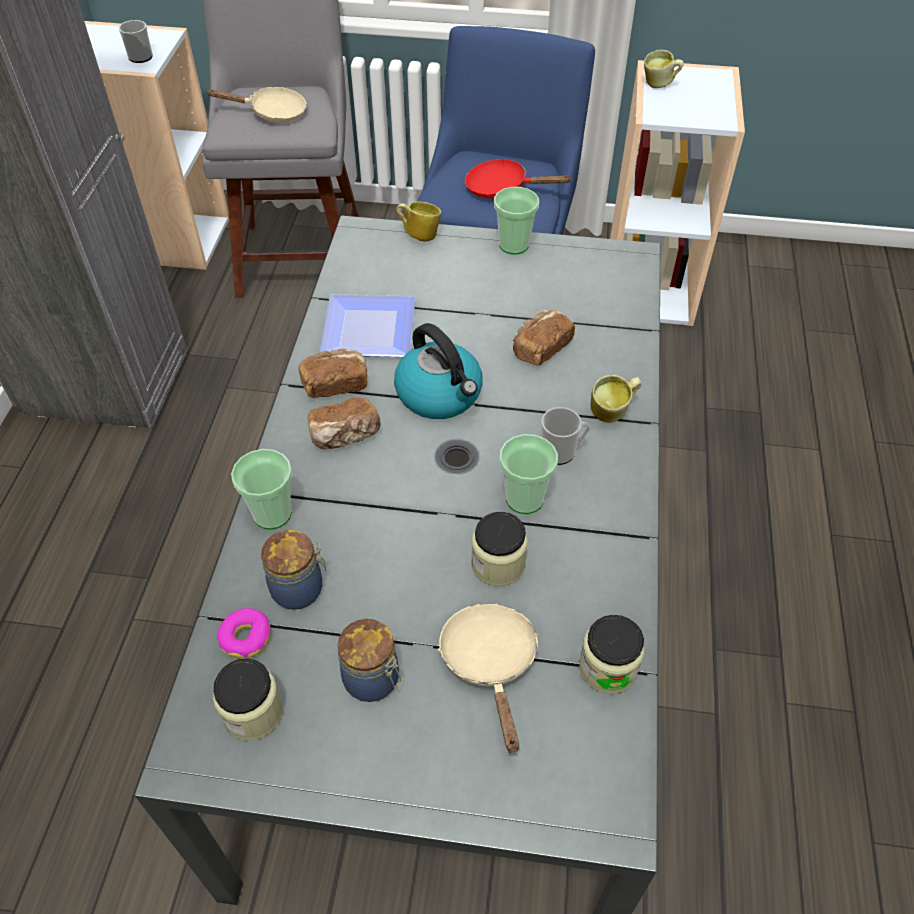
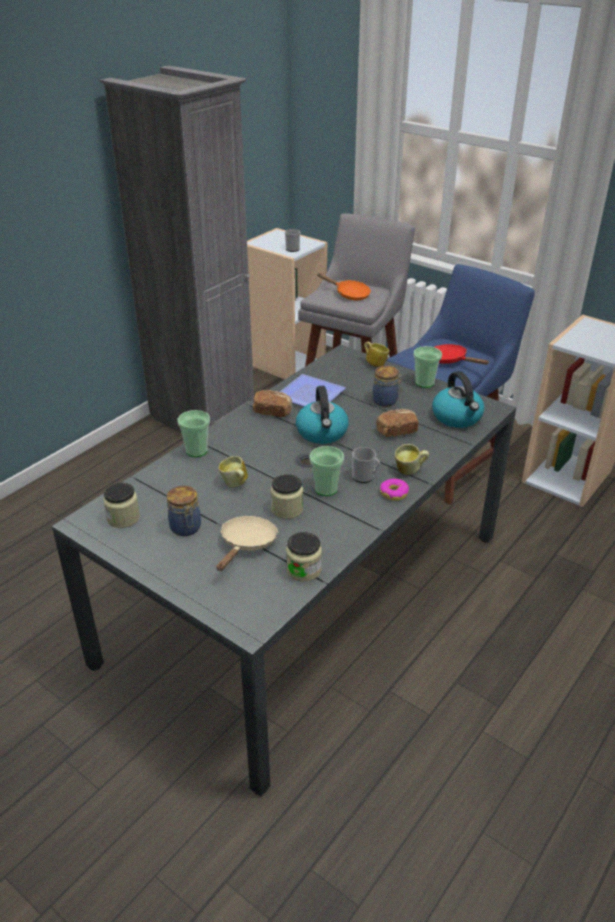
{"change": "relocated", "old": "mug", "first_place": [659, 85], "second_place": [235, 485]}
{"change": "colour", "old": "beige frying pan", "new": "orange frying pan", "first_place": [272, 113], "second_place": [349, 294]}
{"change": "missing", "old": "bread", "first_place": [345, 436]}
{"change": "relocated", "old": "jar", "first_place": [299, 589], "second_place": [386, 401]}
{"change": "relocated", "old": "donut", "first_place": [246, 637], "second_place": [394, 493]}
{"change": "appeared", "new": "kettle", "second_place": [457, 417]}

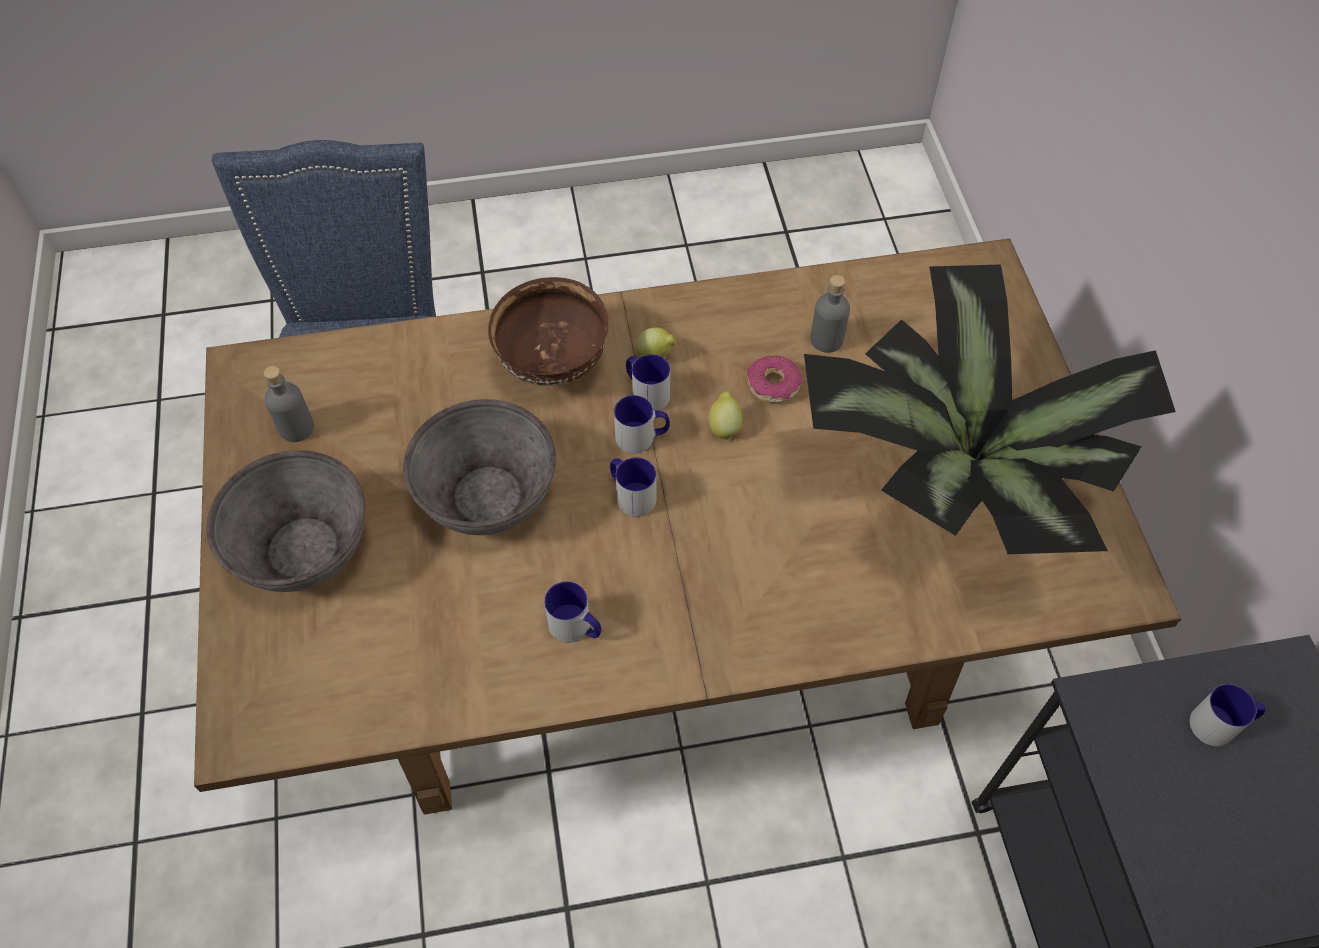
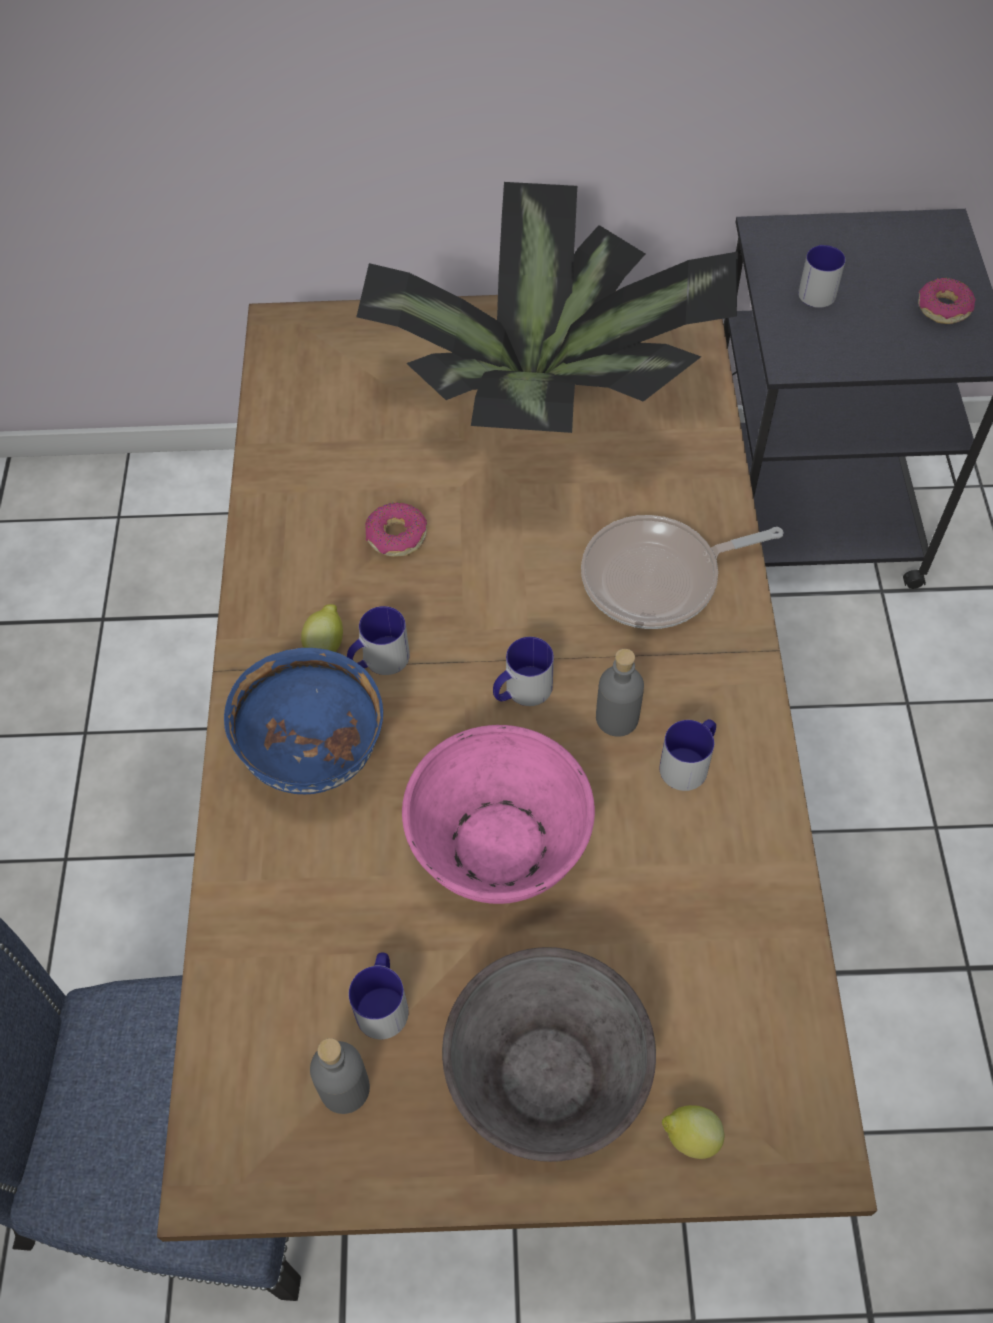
{"change": "relocated", "old": "grey bottle", "first_place": [826, 340], "second_place": [617, 718]}
{"change": "colour", "old": "brown bowl", "new": "blue bowl", "first_place": [554, 366], "second_place": [315, 754]}
{"change": "relocated", "old": "lemon", "first_place": [724, 426], "second_place": [689, 1137]}
{"change": "relocated", "old": "mug", "first_place": [642, 437], "second_place": [383, 1002]}
{"change": "colour", "old": "grey bowl", "new": "pink bowl", "first_place": [488, 496], "second_place": [499, 844]}
{"change": "appeared", "new": "donut", "second_place": [943, 308]}
{"change": "appeared", "new": "frying pan", "second_place": [658, 578]}

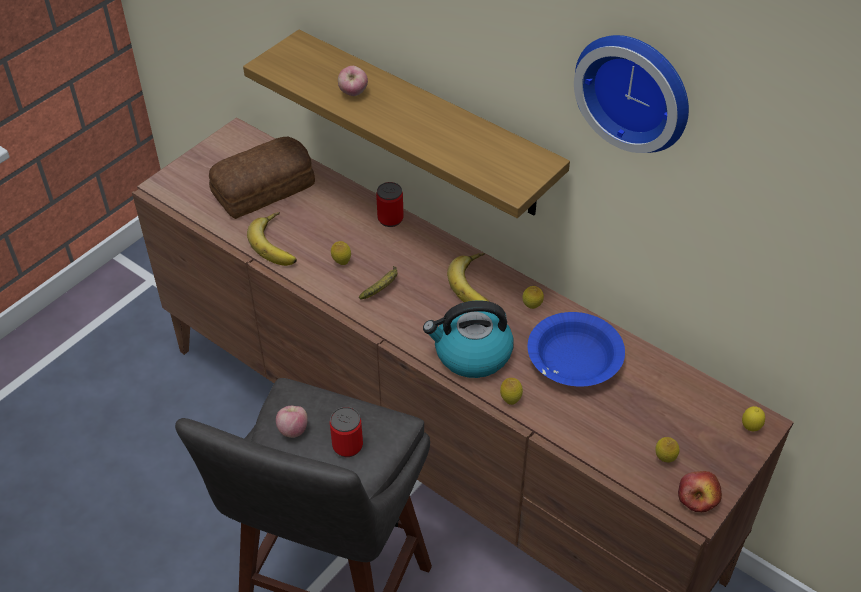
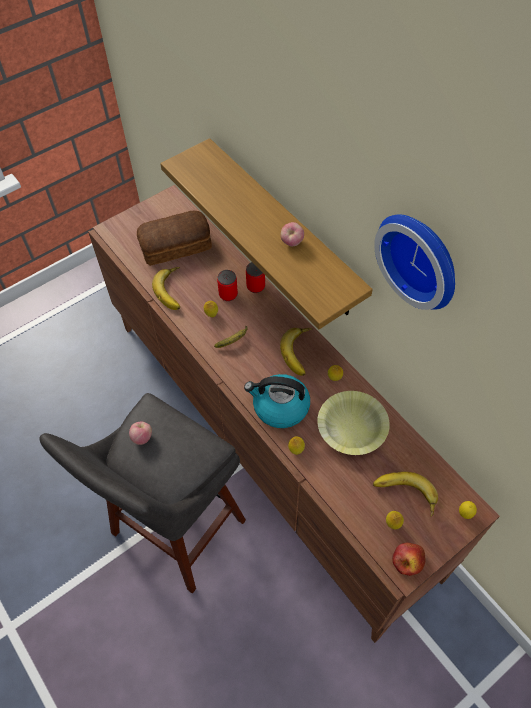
{"change": "relocated", "old": "apple", "first_place": [353, 93], "second_place": [292, 242]}
{"change": "colour", "old": "blue bowl", "new": "yellow bowl", "first_place": [574, 360], "second_place": [351, 428]}
{"change": "relocated", "old": "can", "first_place": [347, 446], "second_place": [228, 294]}
{"change": "appeared", "new": "banana", "second_place": [404, 495]}

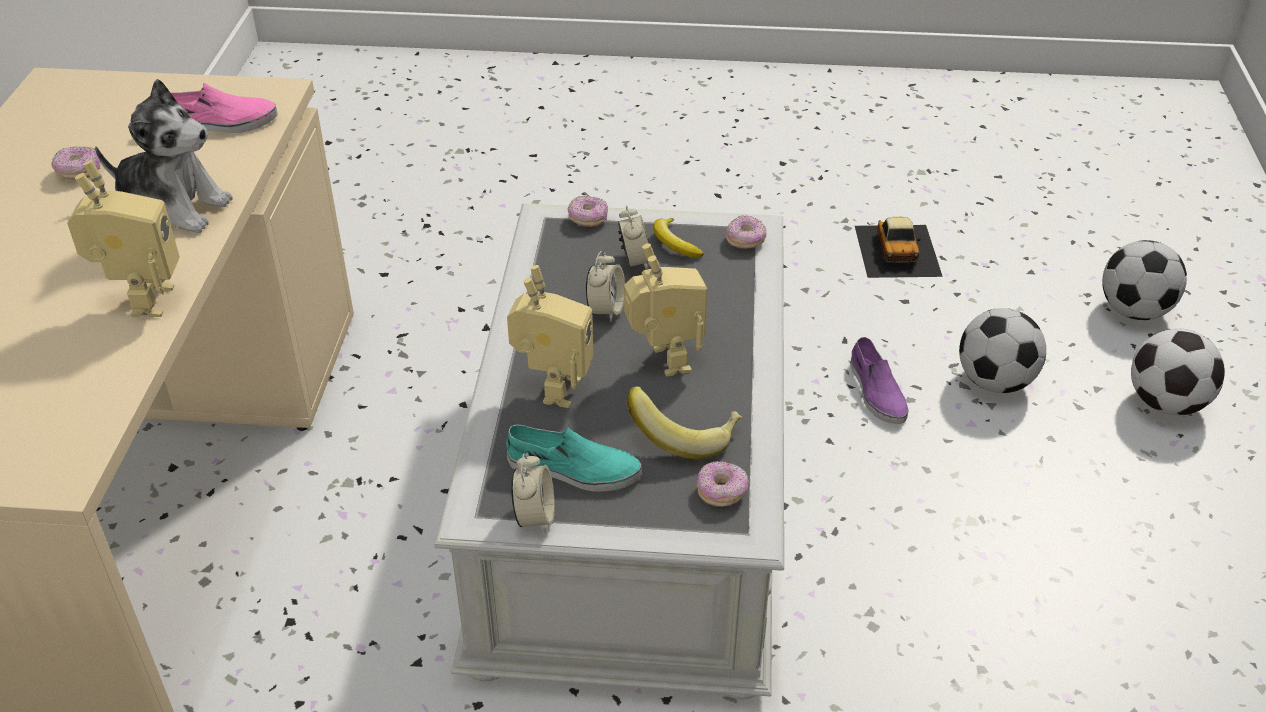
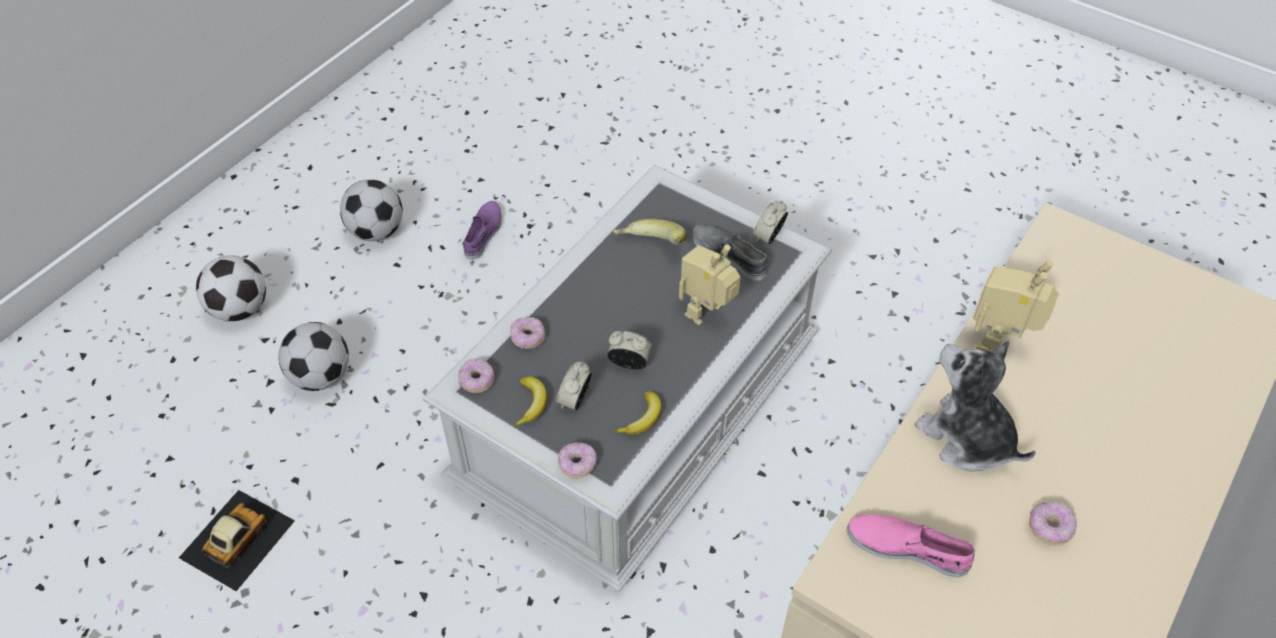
{"change": "relocated", "old": "football", "first_place": [1134, 310], "second_place": [376, 232]}
{"change": "missing", "old": "toy robot", "first_place": [663, 361]}
{"change": "spun", "old": "alarm clock", "first_place": [606, 310], "second_place": [629, 363], "degrees": 60}
{"change": "relocated", "old": "purple shoe", "first_place": [876, 392], "second_place": [483, 233]}
{"change": "colour", "old": "turquoise shoe", "new": "grey shoe", "first_place": [573, 470], "second_place": [729, 255]}
{"change": "relocated", "old": "donut", "first_place": [721, 492], "second_place": [528, 338]}
{"change": "appeared", "new": "banana", "second_place": [642, 419]}

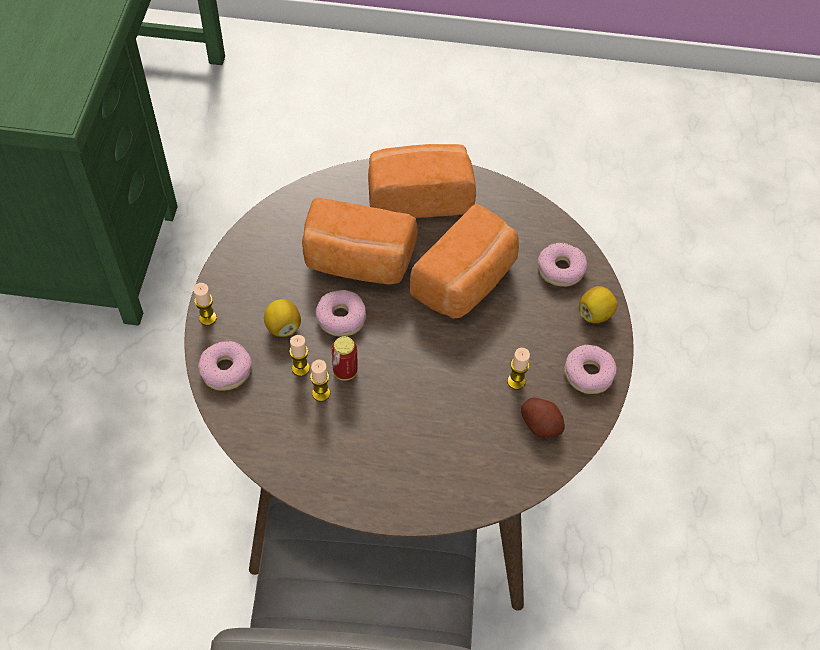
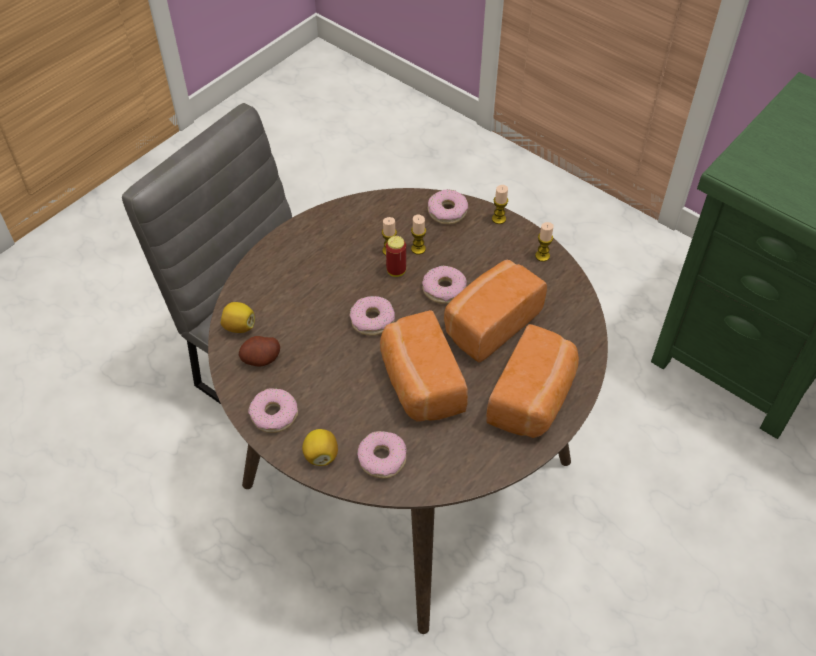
{"change": "relocated", "old": "lemon", "first_place": [283, 327], "second_place": [239, 326]}
{"change": "relocated", "old": "candle", "first_place": [516, 381], "second_place": [542, 256]}
{"change": "appeared", "new": "donut", "second_place": [372, 320]}

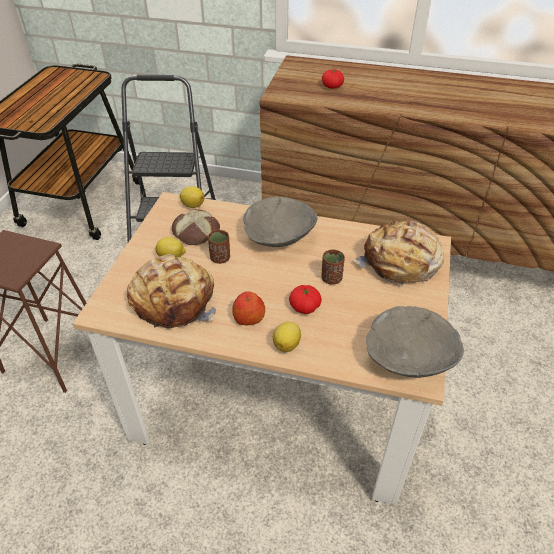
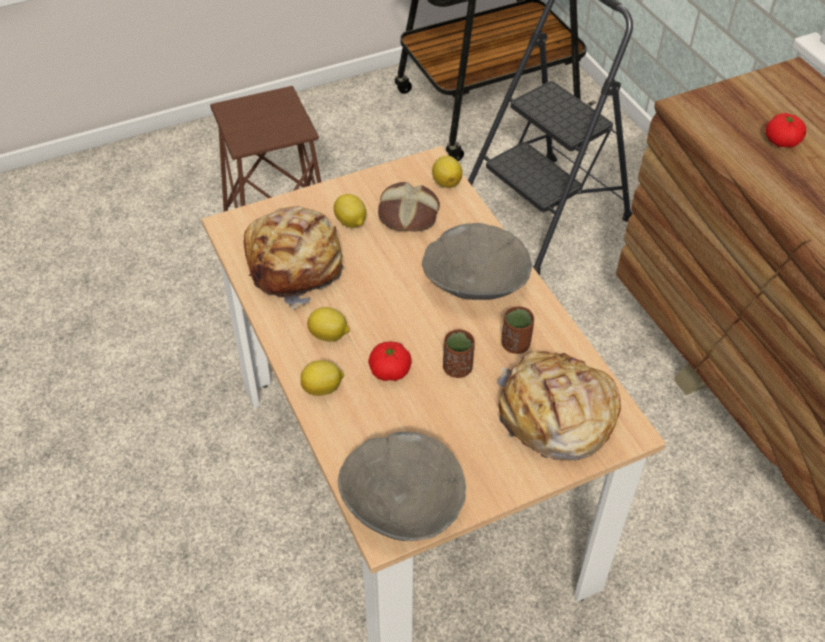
{"change": "relocated", "old": "brown cup", "first_place": [220, 258], "second_place": [515, 344]}
{"change": "exchanged", "old": "apple", "new": "lemon", "first_place": [249, 318], "second_place": [329, 336]}

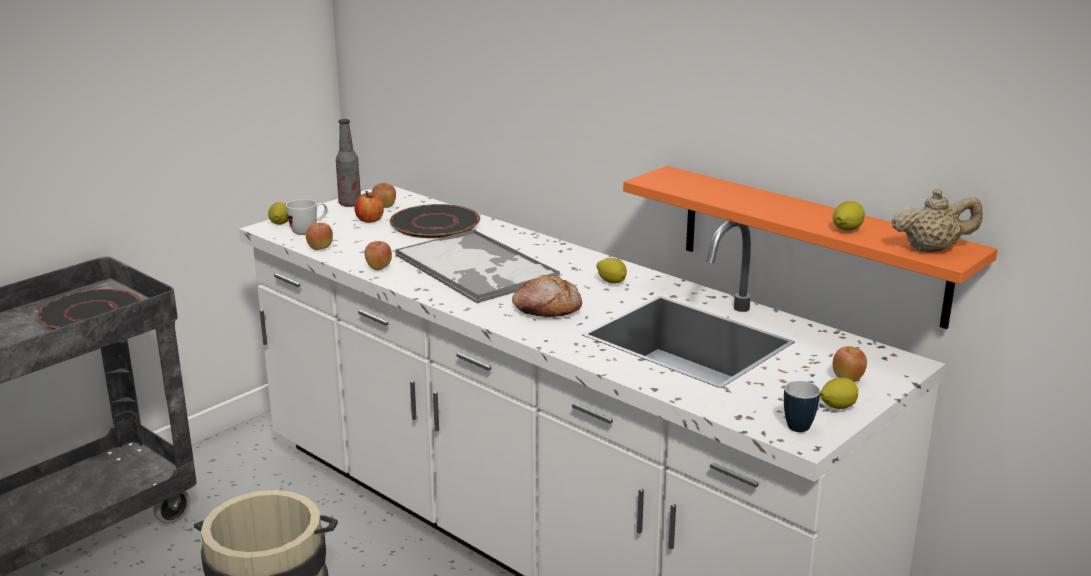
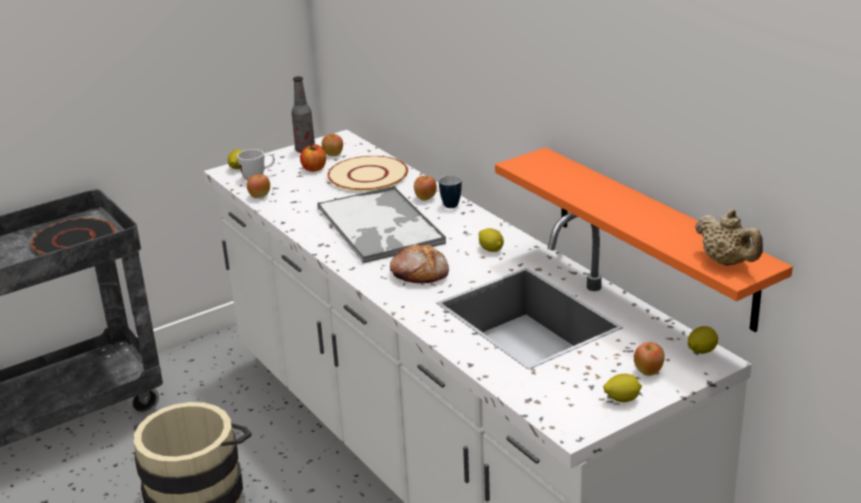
{"change": "spun", "old": "beige teapot", "first_place": [932, 249], "second_place": [727, 262], "degrees": 45}
{"change": "relocated", "old": "lemon", "first_place": [846, 230], "second_place": [701, 351]}
{"change": "colour", "old": "black plate", "new": "beige plate", "first_place": [434, 223], "second_place": [367, 175]}
{"change": "relocated", "old": "apple", "first_place": [378, 268], "second_place": [425, 198]}
{"change": "relocated", "old": "mug", "first_place": [798, 424], "second_place": [452, 204]}

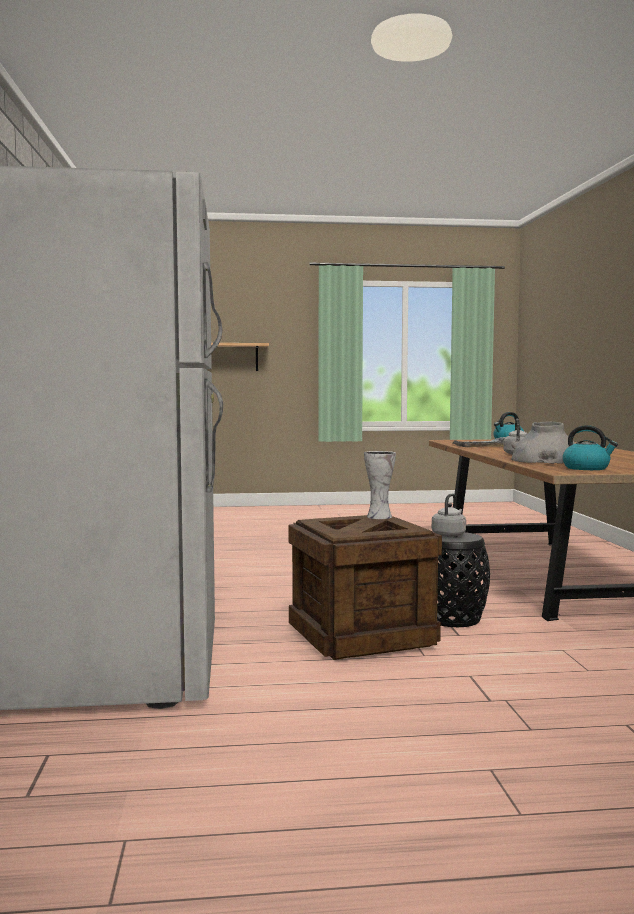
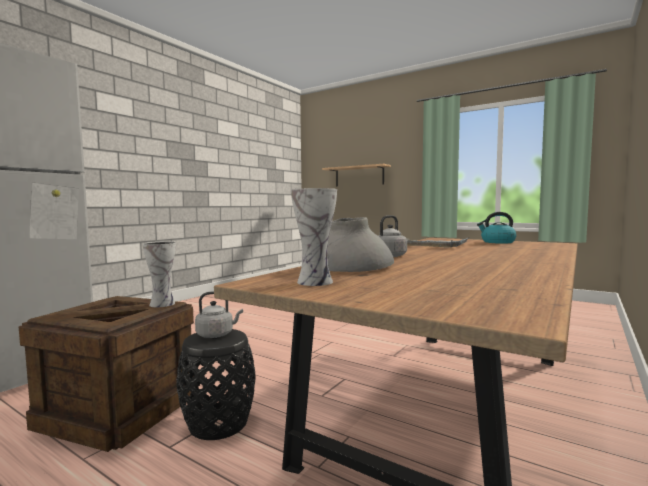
{"change": "exchanged", "old": "kettle", "new": "vase", "first_place": [587, 468], "second_place": [316, 281]}

